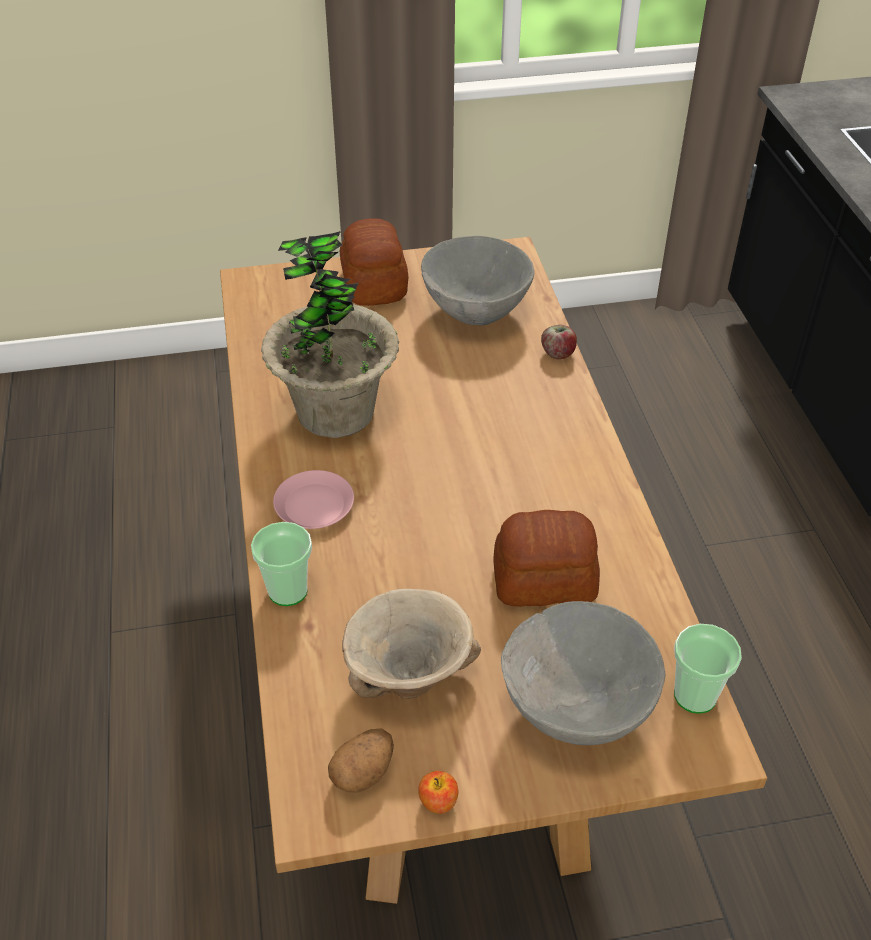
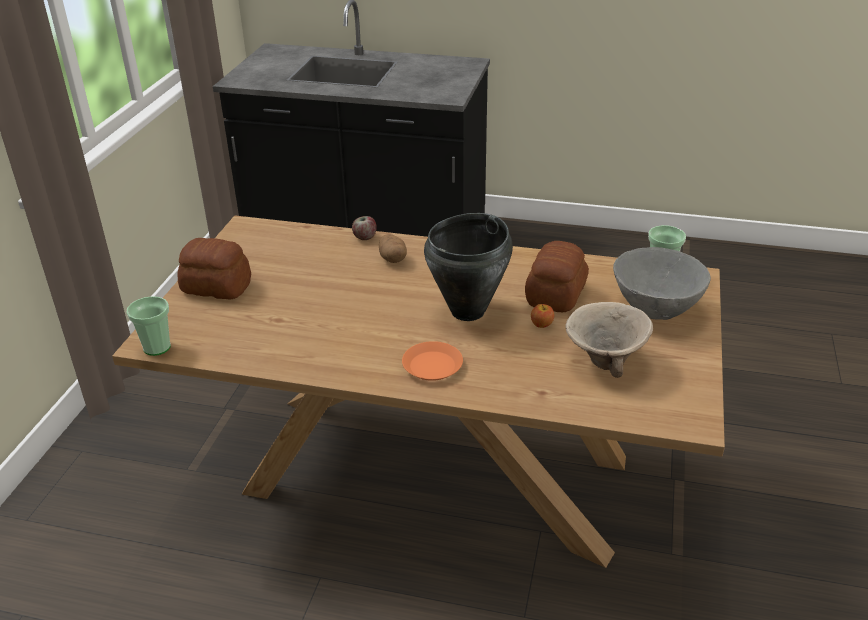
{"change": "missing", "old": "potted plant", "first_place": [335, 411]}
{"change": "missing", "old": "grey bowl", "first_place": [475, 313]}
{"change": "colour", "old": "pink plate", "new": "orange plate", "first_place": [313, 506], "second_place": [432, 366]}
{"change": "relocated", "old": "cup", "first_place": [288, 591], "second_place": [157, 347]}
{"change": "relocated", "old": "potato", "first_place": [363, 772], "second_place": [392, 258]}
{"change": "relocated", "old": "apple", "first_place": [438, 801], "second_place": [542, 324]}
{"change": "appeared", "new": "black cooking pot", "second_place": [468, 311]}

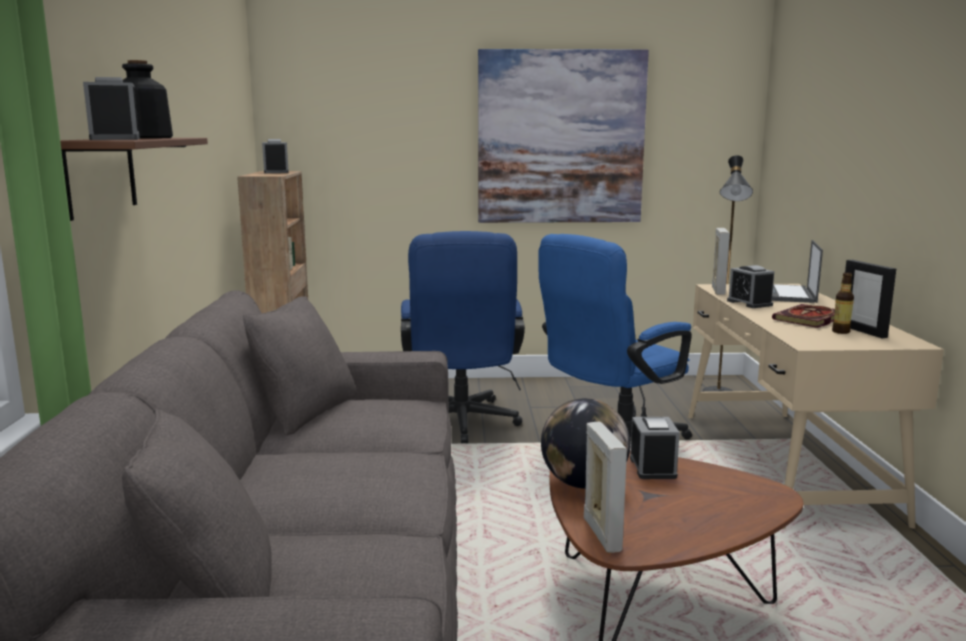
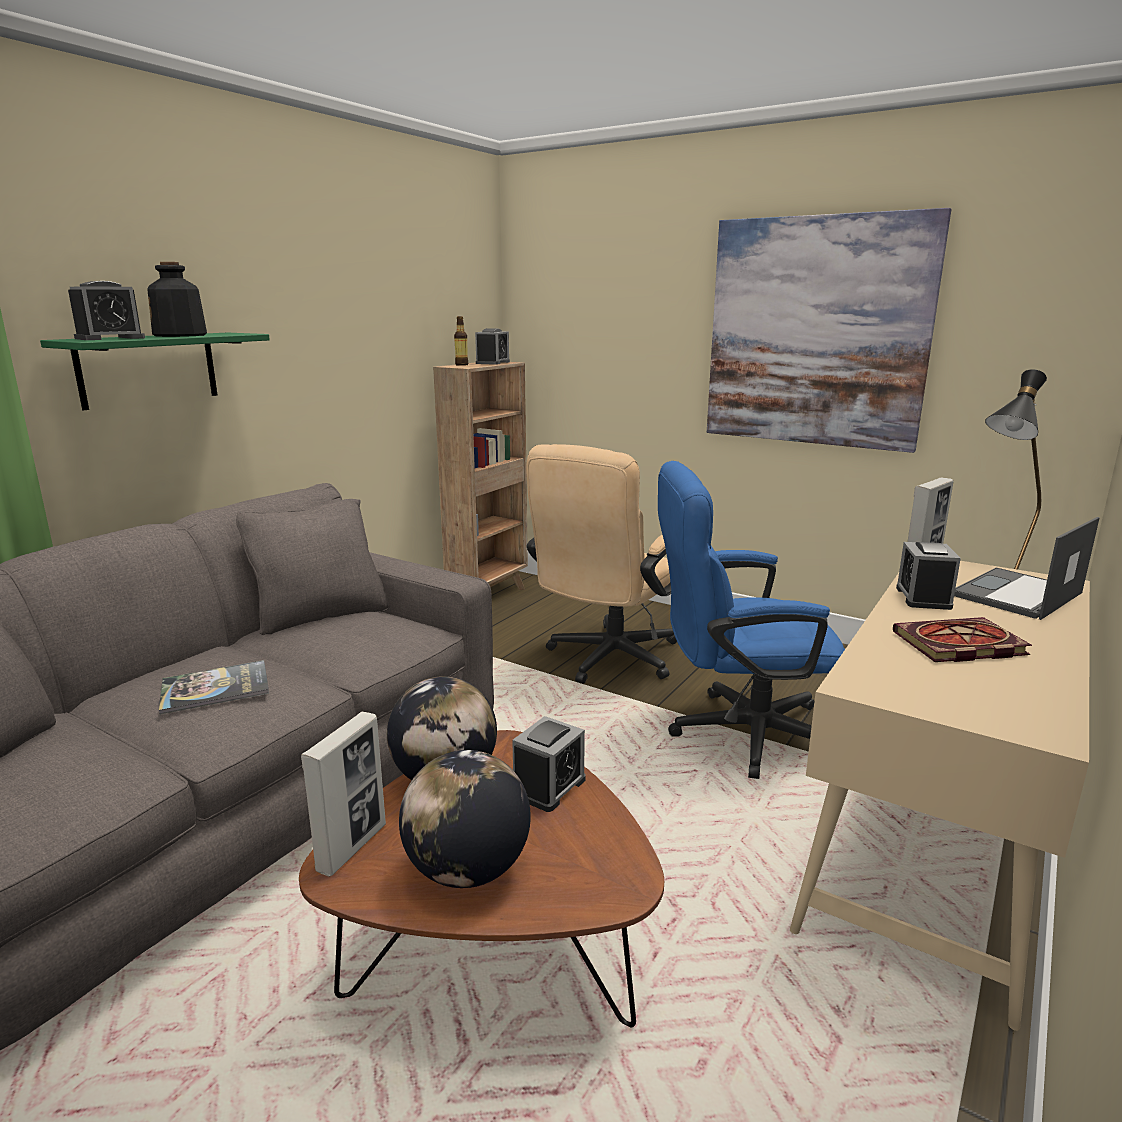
{"change": "spun", "old": "alarm clock", "first_place": [115, 139], "second_place": [110, 338], "degrees": -150}
{"change": "colour", "old": "brown shelf", "new": "green shelf", "first_place": [100, 175], "second_place": [148, 369]}
{"change": "colour", "old": "blue office chair", "new": "beige office chair", "first_place": [461, 424], "second_place": [606, 660]}
{"change": "missing", "old": "picture frame", "first_place": [863, 331]}
{"change": "relocated", "old": "bottle", "first_place": [840, 331], "second_place": [461, 365]}
{"change": "appeared", "new": "book", "second_place": [215, 688]}
{"change": "appeared", "new": "globe", "second_place": [467, 871]}

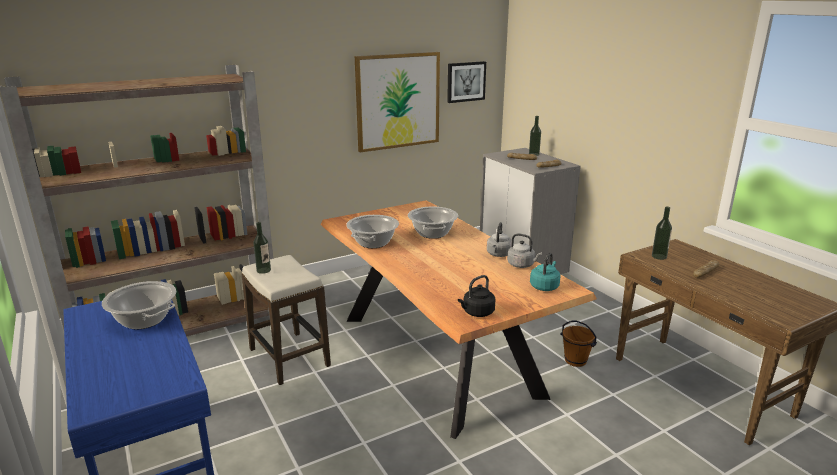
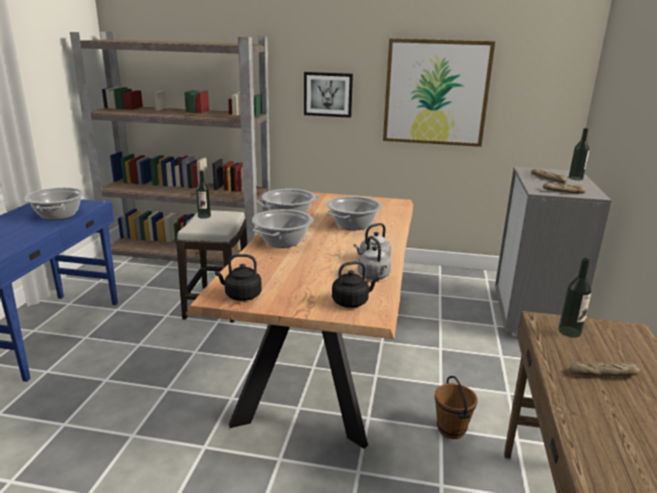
{"change": "relocated", "old": "picture", "first_place": [465, 81], "second_place": [328, 94]}
{"change": "colour", "old": "turquoise kettle", "new": "black kettle", "first_place": [545, 286], "second_place": [352, 302]}
{"change": "appeared", "new": "cooking pot", "second_place": [283, 241]}

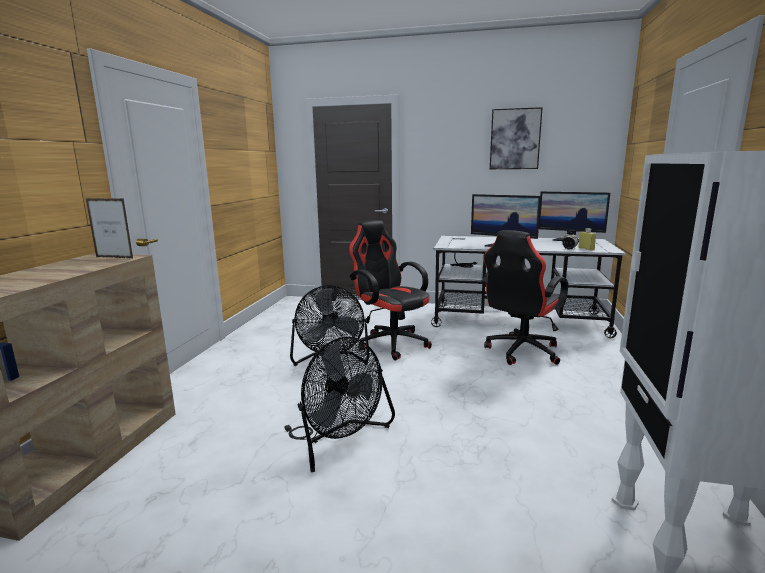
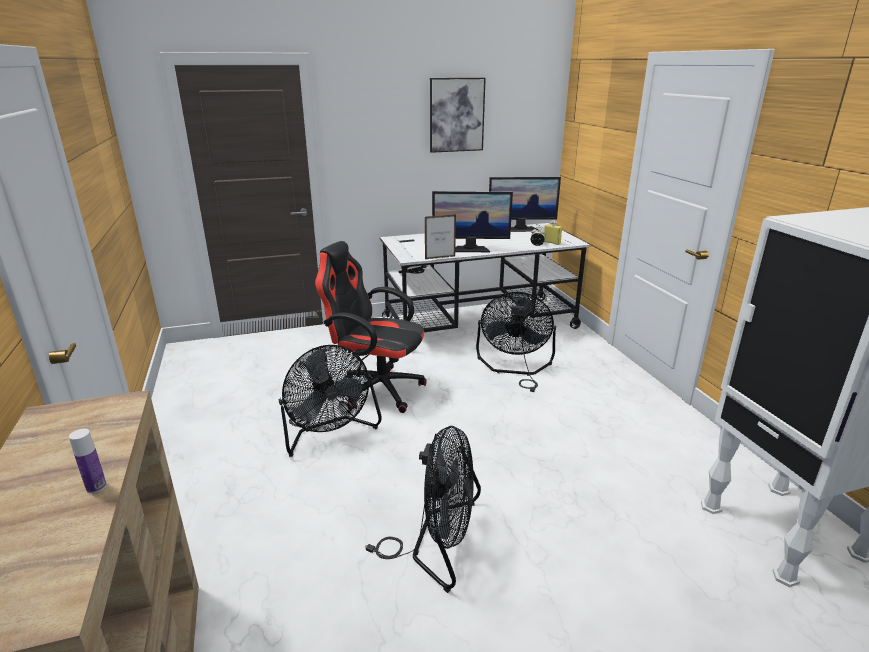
{"change": "relocated", "old": "picture frame", "first_place": [114, 257], "second_place": [440, 258]}
{"change": "exchanged", "old": "black office chair", "new": "black fan", "first_place": [519, 353], "second_place": [516, 369]}
{"change": "appeared", "new": "bottle", "second_place": [96, 487]}

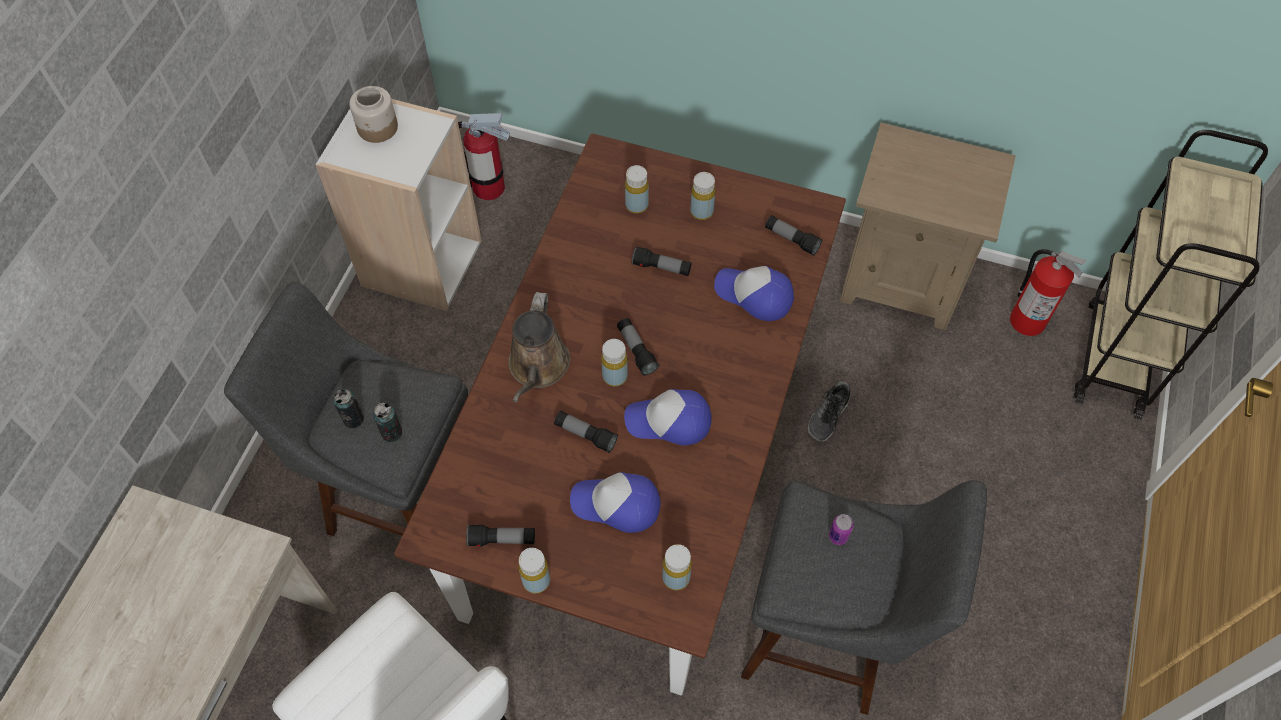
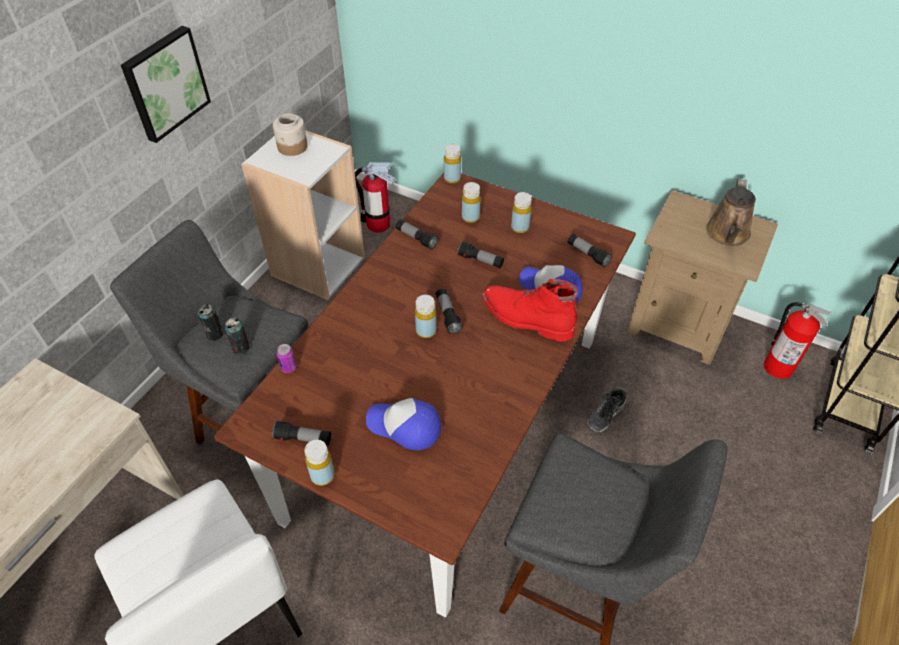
{"change": "relocated", "old": "brown watering can", "first_place": [538, 368], "second_place": [727, 234]}
{"change": "missing", "old": "cap", "first_place": [669, 421]}
{"change": "relocated", "old": "flashlight", "first_place": [585, 435], "second_place": [416, 238]}
{"change": "relocated", "old": "can", "first_place": [838, 536], "second_place": [289, 367]}
{"change": "relocated", "old": "yellow bottle", "first_place": [676, 577], "second_place": [452, 178]}
{"change": "appeared", "new": "picture", "second_place": [165, 83]}
{"change": "appeared", "new": "red boot", "second_place": [525, 318]}

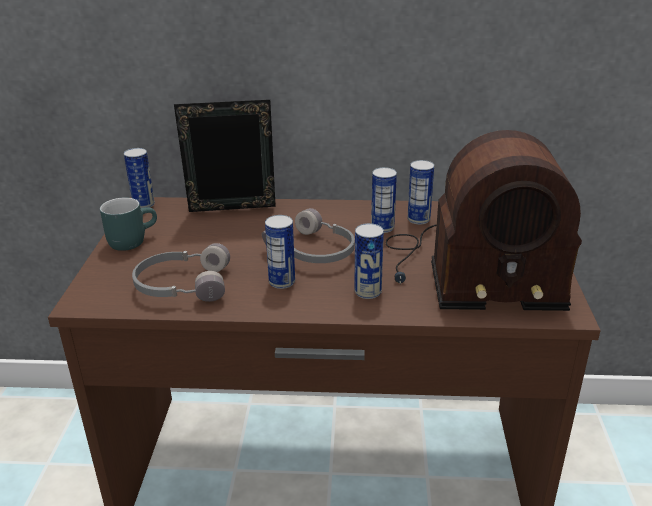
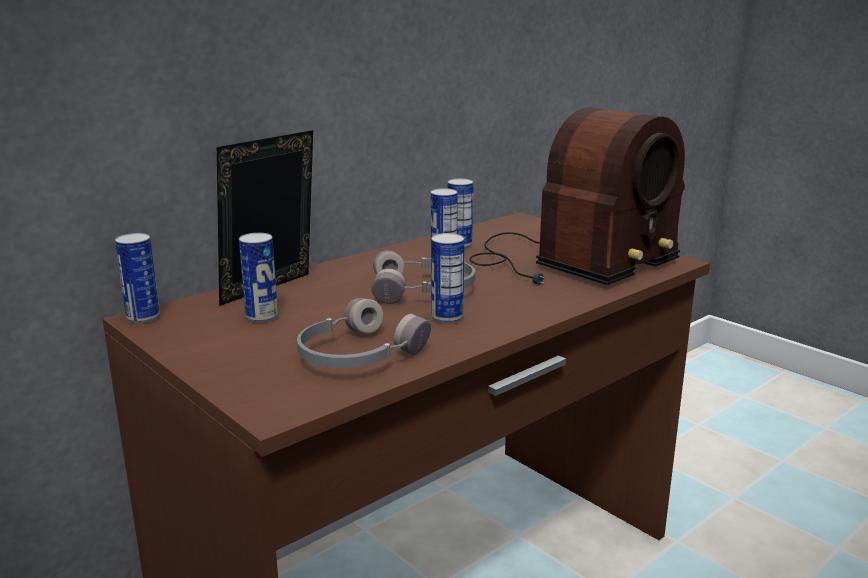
{"change": "missing", "old": "turquoise mug", "first_place": [131, 240]}
{"change": "relocated", "old": "can", "first_place": [367, 292], "second_place": [262, 317]}

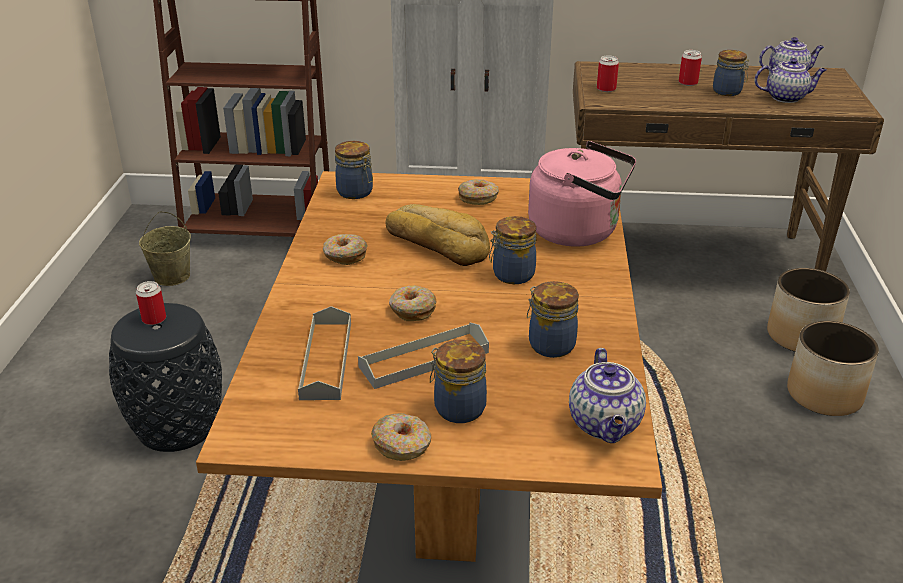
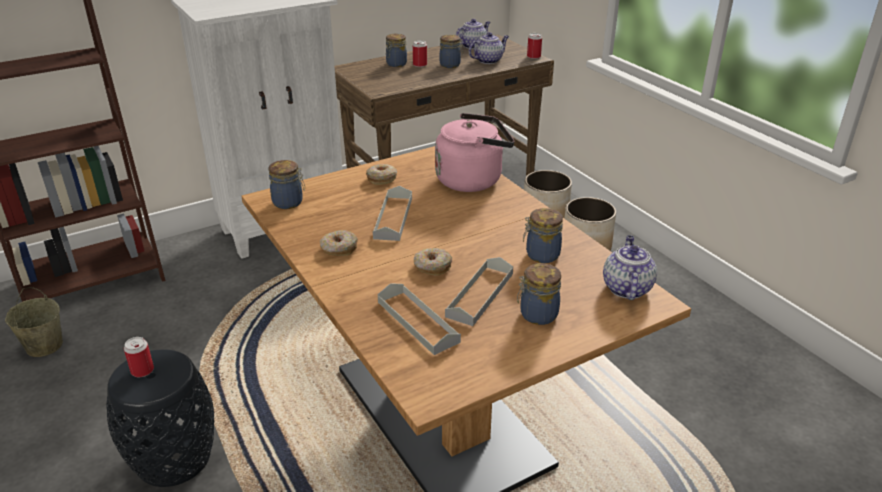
{"change": "relocated", "old": "can", "first_place": [606, 89], "second_place": [533, 57]}
{"change": "exchanged", "old": "bread", "new": "grey tray", "first_place": [438, 243], "second_place": [393, 218]}
{"change": "relocated", "old": "jar", "first_place": [511, 275], "second_place": [395, 64]}
{"change": "spun", "old": "teapot", "first_place": [605, 425], "second_place": [626, 288], "degrees": -135}
{"change": "missing", "old": "donut", "first_place": [402, 444]}

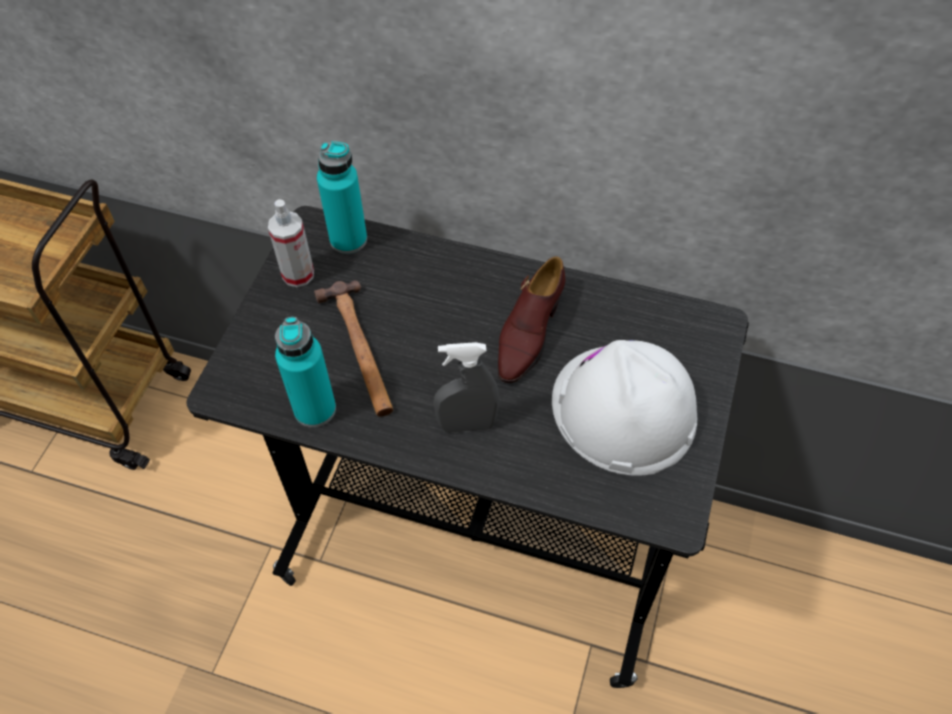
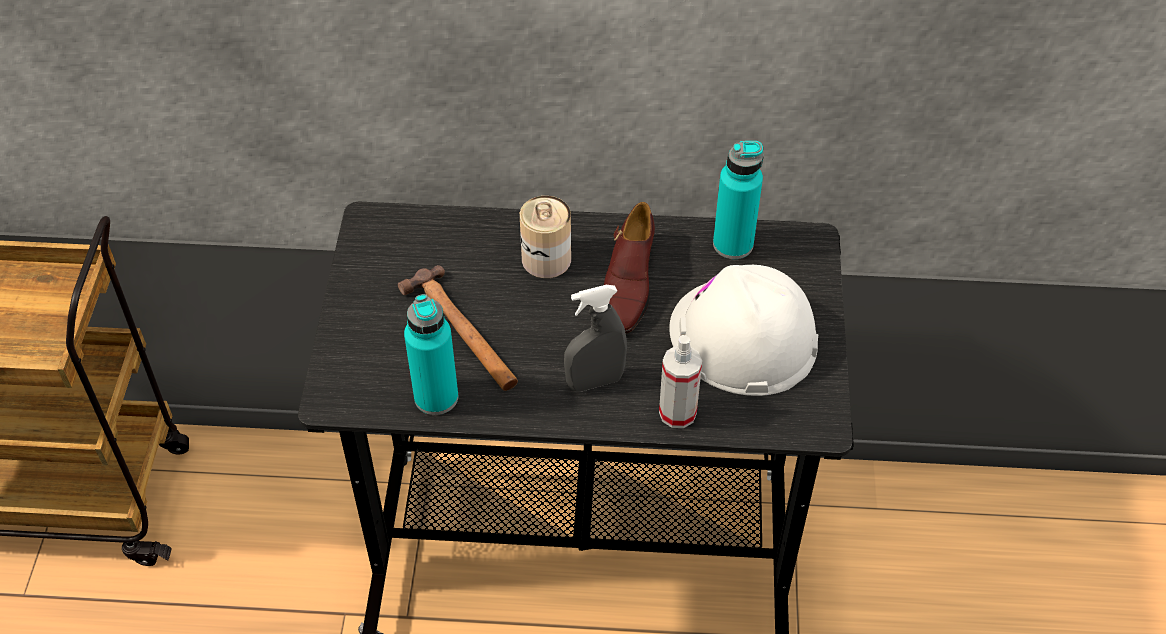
{"change": "relocated", "old": "turquoise bottle", "first_place": [348, 239], "second_place": [733, 244]}
{"change": "relocated", "old": "spray bottle", "first_place": [298, 274], "second_place": [677, 413]}
{"change": "appeared", "new": "can", "second_place": [546, 259]}

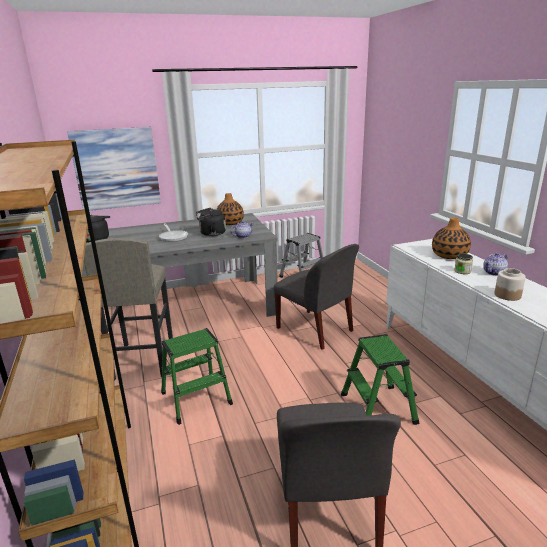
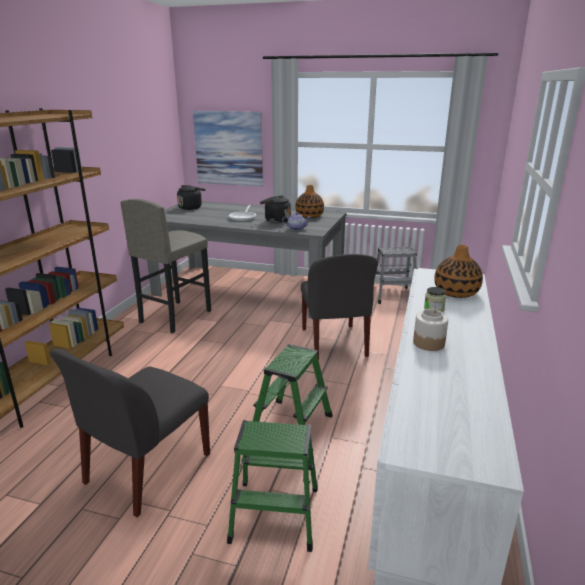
{"change": "missing", "old": "teapot", "first_place": [494, 273]}
{"change": "relocated", "old": "green step ladder", "first_place": [195, 398], "second_place": [274, 513]}

